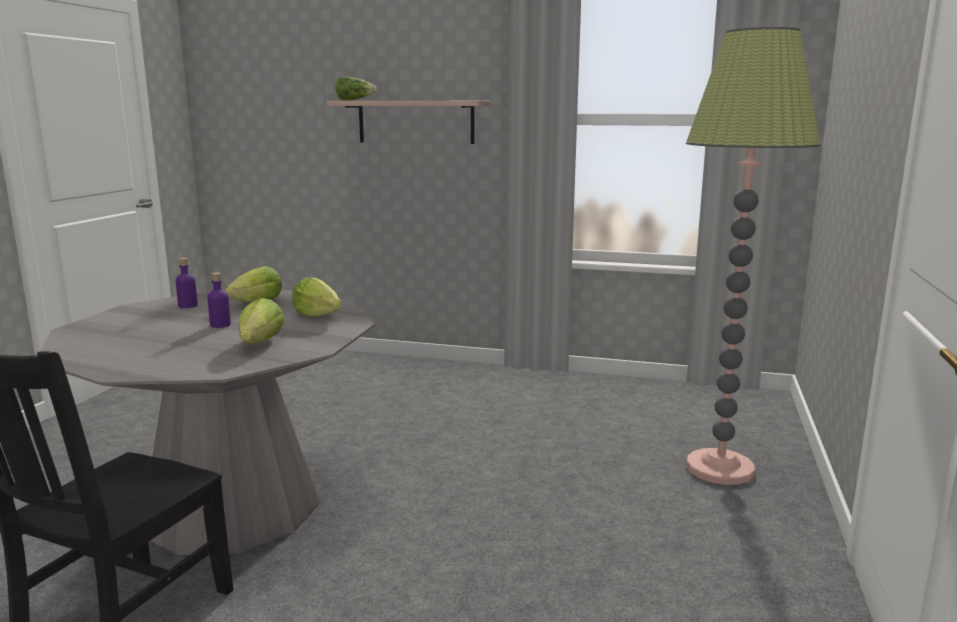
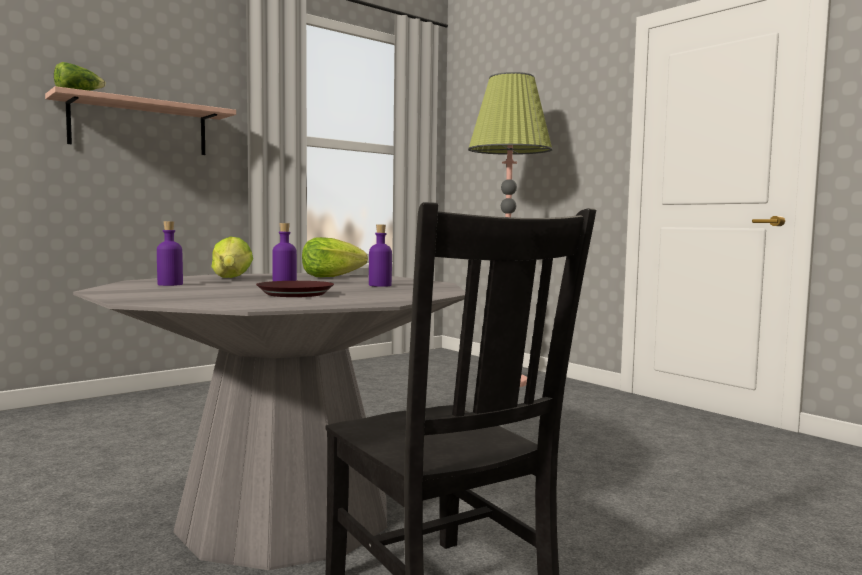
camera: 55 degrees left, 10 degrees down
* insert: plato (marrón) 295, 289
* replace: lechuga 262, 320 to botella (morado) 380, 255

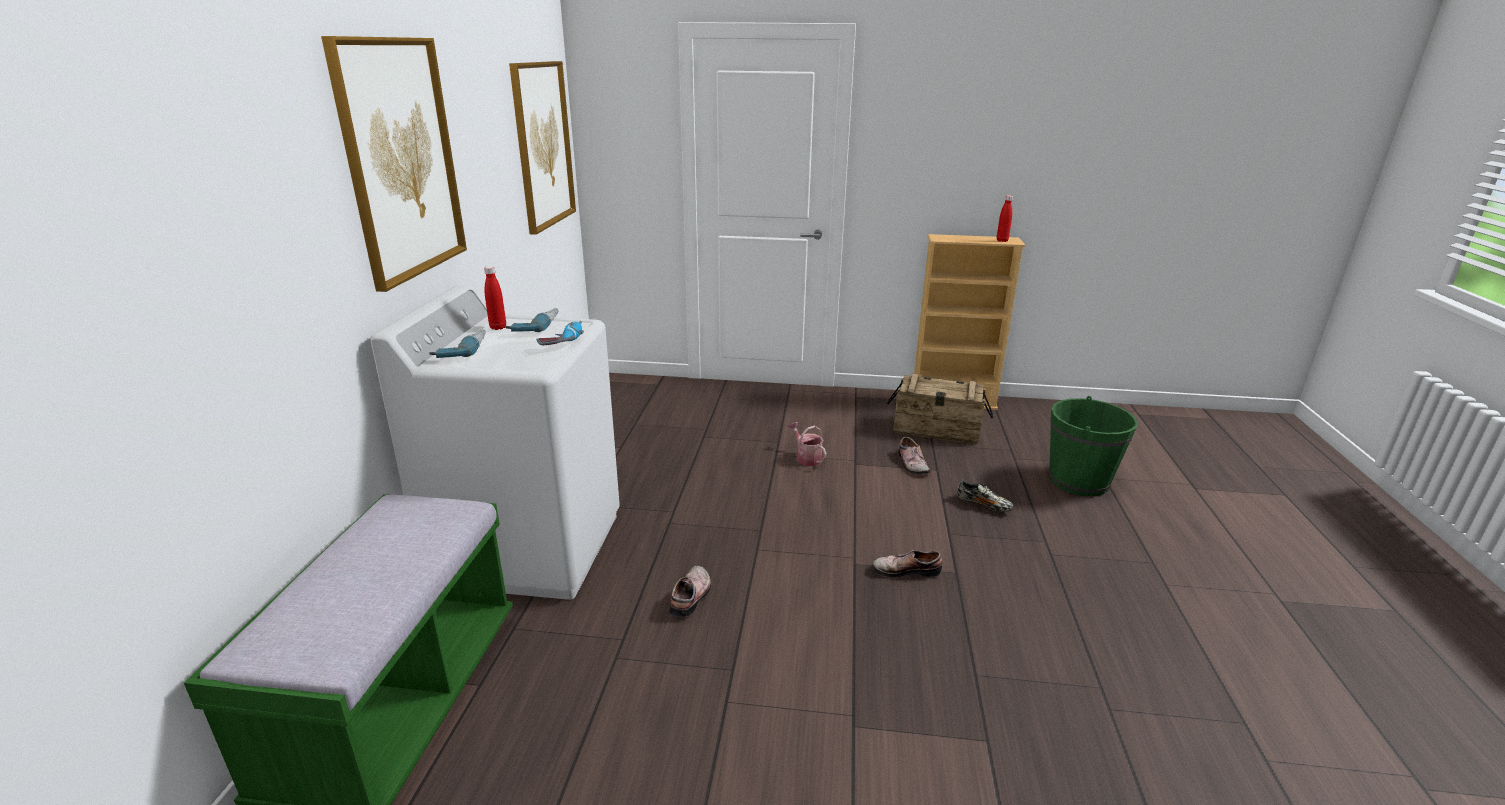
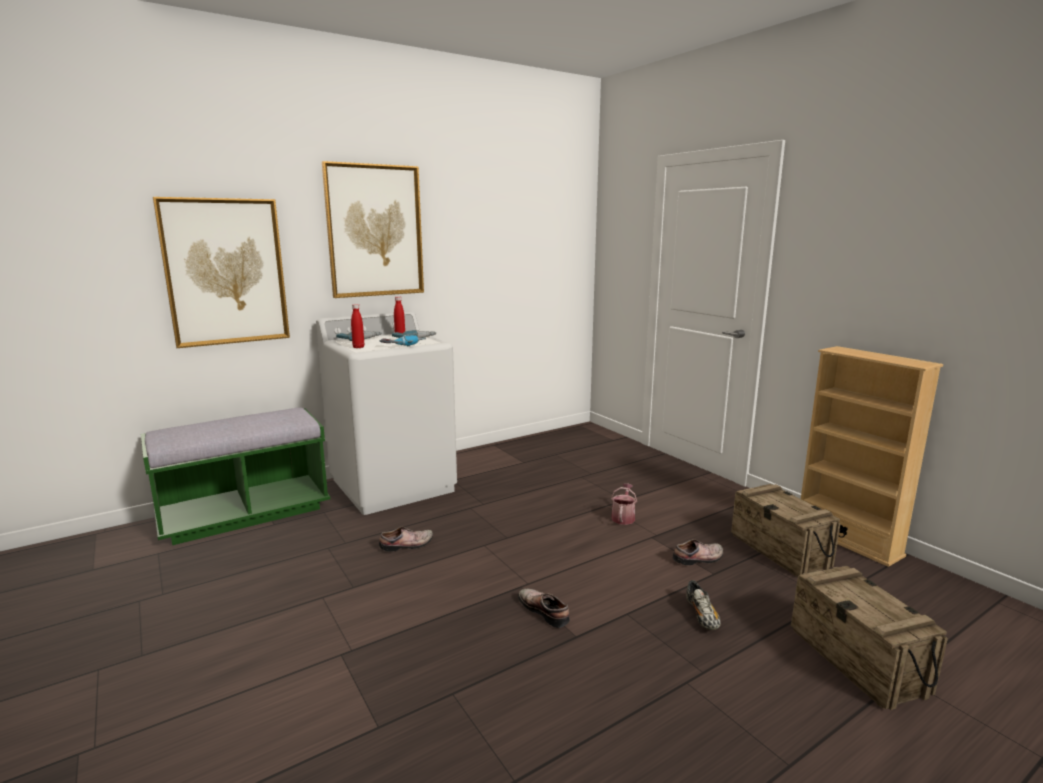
camera: 50 degrees right, 10 degrees down
* move: cuadro 542, 148 to 221, 272
* move: botella (rojo) 1005, 218 to 357, 326
* replace: cubo (verde) 1093, 446 to caja de embalaje 869, 638
* rotate: zapato 914, 455 = 698, 552 150 degrees counterclockwise

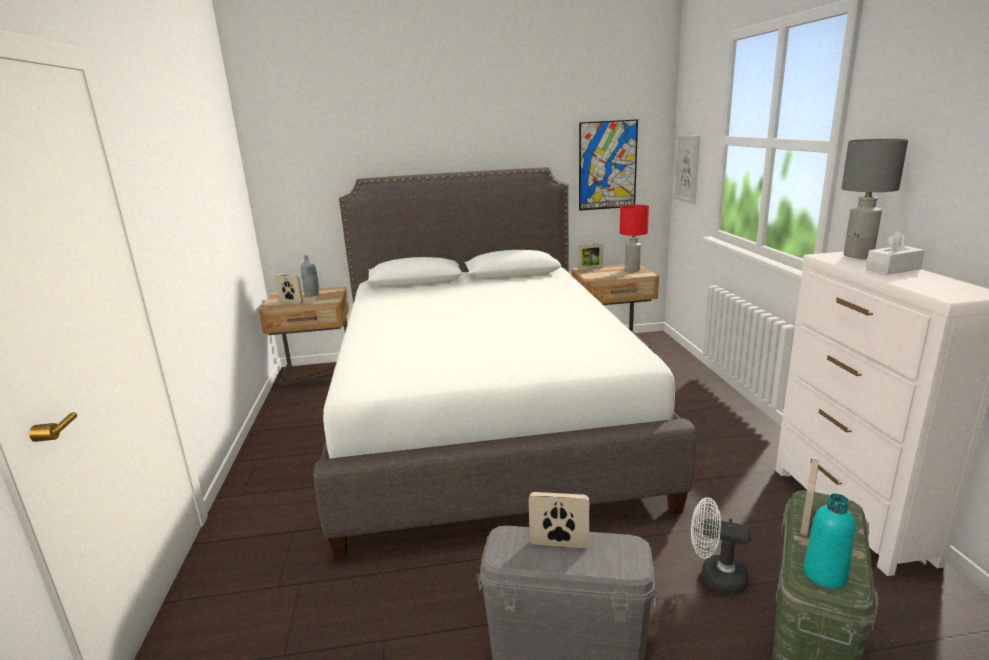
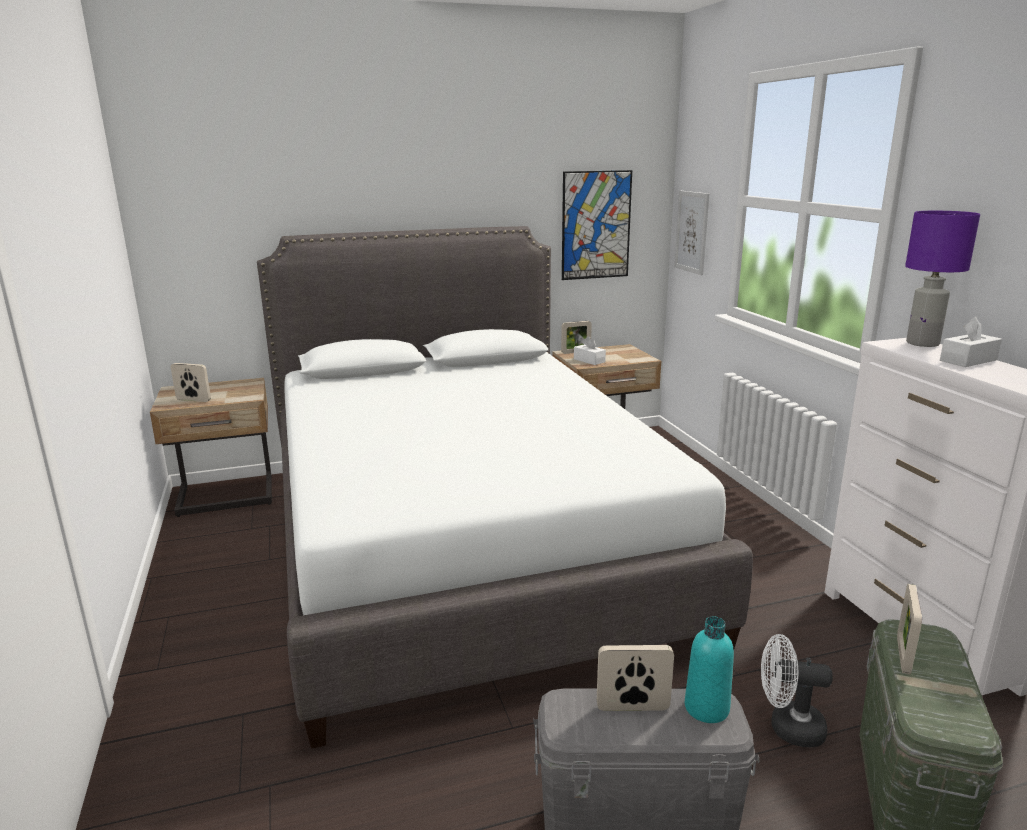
camera: 10 degrees left, 0 degrees up
* delete: botella (gris) 310, 276
* delete: lámpara de mesa (rojo) 634, 238
* insert: caja de pañuelos (blanco) 590, 350
* move: botella (turquesa) 830, 541 to 709, 669
* recolor: lámpara de mesa (gris) 874, 199 to lámpara de mesa (morado) 942, 279

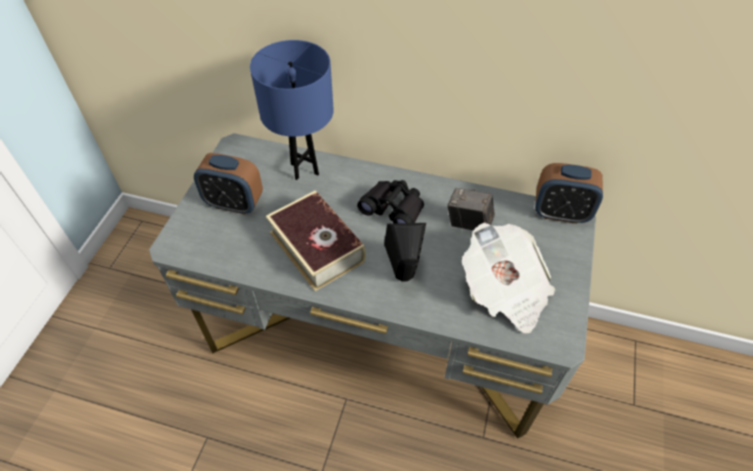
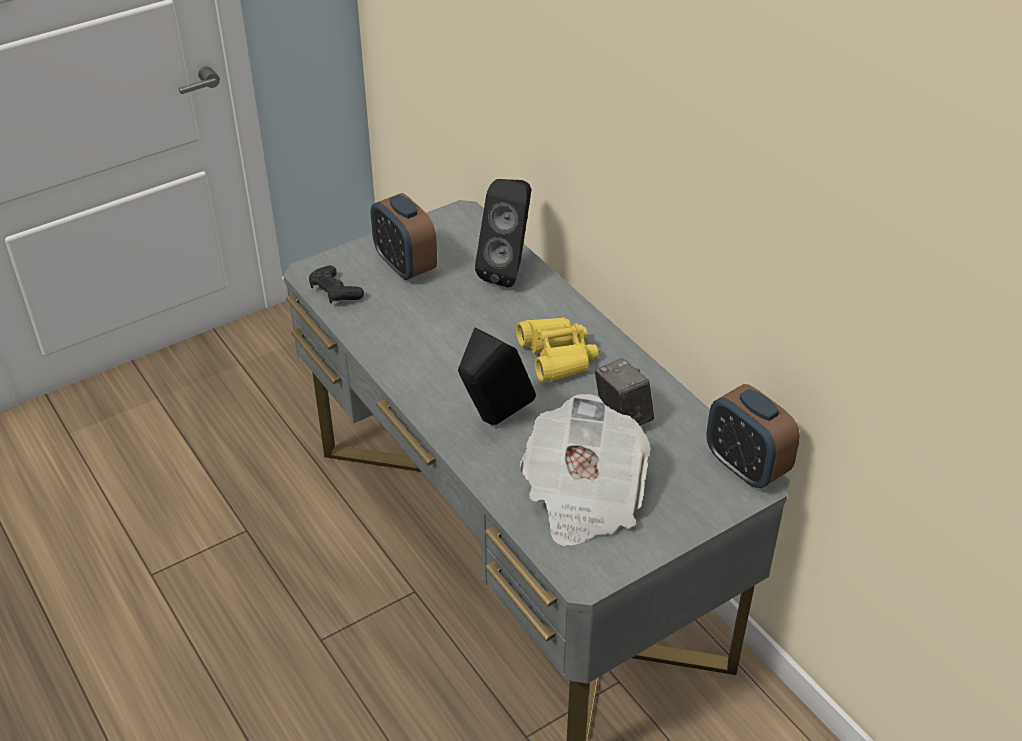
camera: 40 degrees right, 10 degrees down
* delete: libro 316, 240
* insert: mando de consola (negro) 336, 284
* replace: lámpara de mesa (azul) 292, 110 to altavoz (negro) 503, 233
* recolor: prismáticos (negro) 390, 201 to prismáticos (amarillo) 557, 349

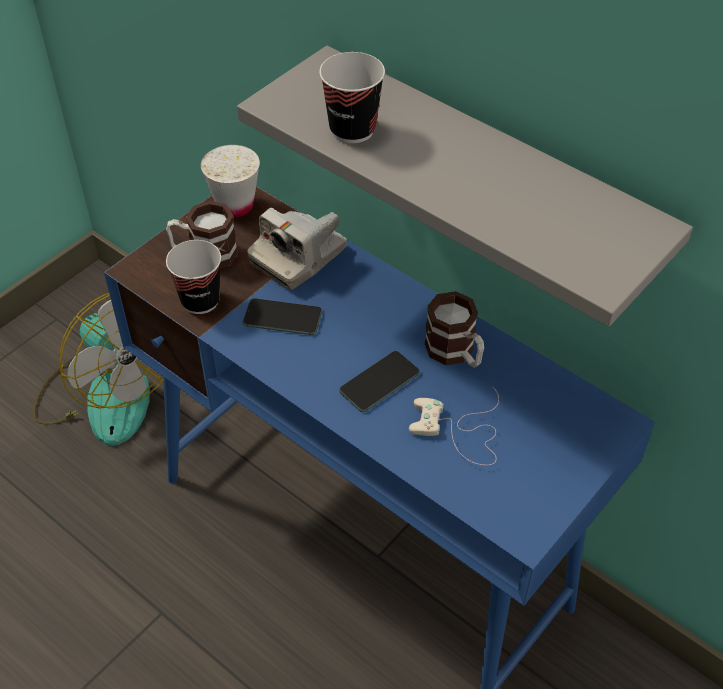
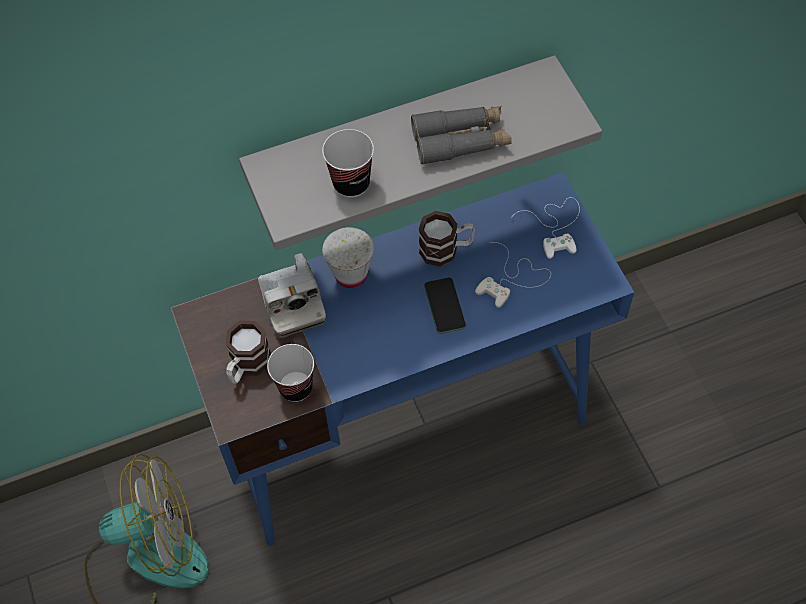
camera: 60 degrees left, 10 degrees up
* delete: móvil 282, 316
* insert: prismáticos (gris) 461, 135
* insert: mando de consola (blanco) 545, 228
* move: taza (blanco) 230, 181 to 348, 257

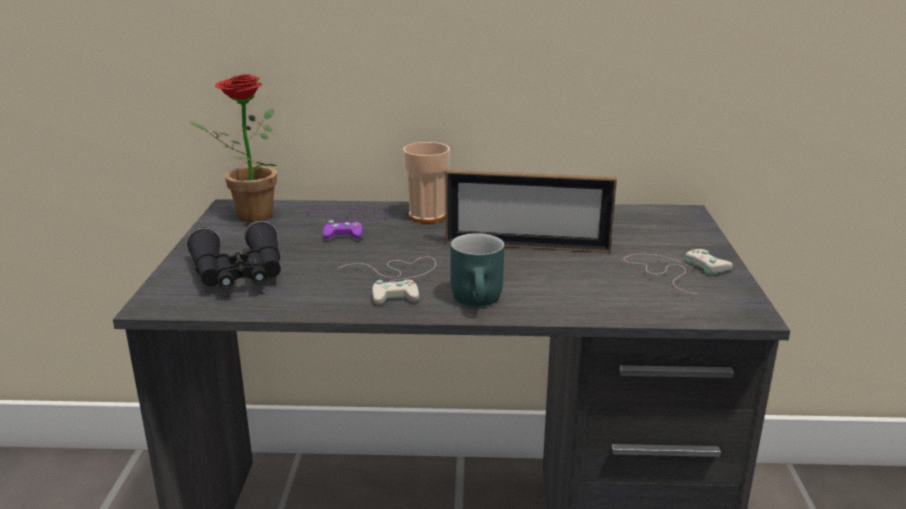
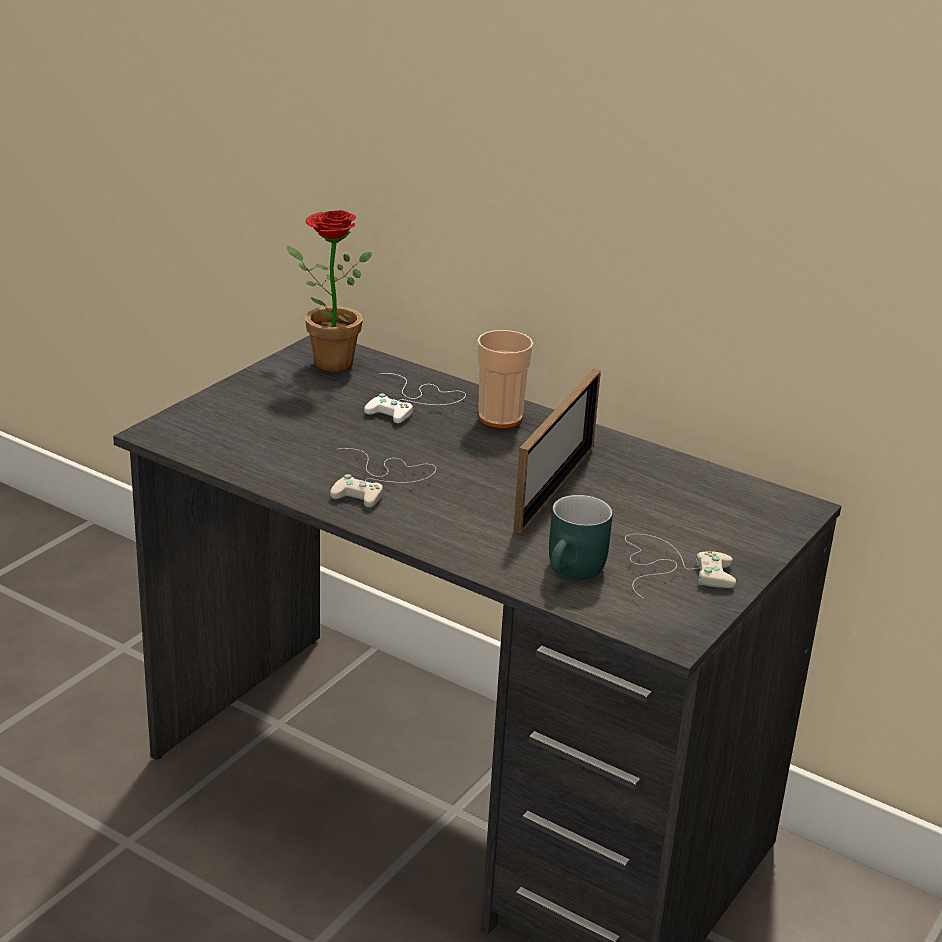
camera: 30 degrees right, 5 degrees up
* delete: prismáticos (negro) 233, 254
* move: taza grande (turquesa) 477, 270 to 581, 537
* recolor: mando de consola (morado) 346, 223 to mando de consola (blanco) 415, 398
* rotate: portarretratos 531, 211 = 557, 451 105 degrees counterclockwise

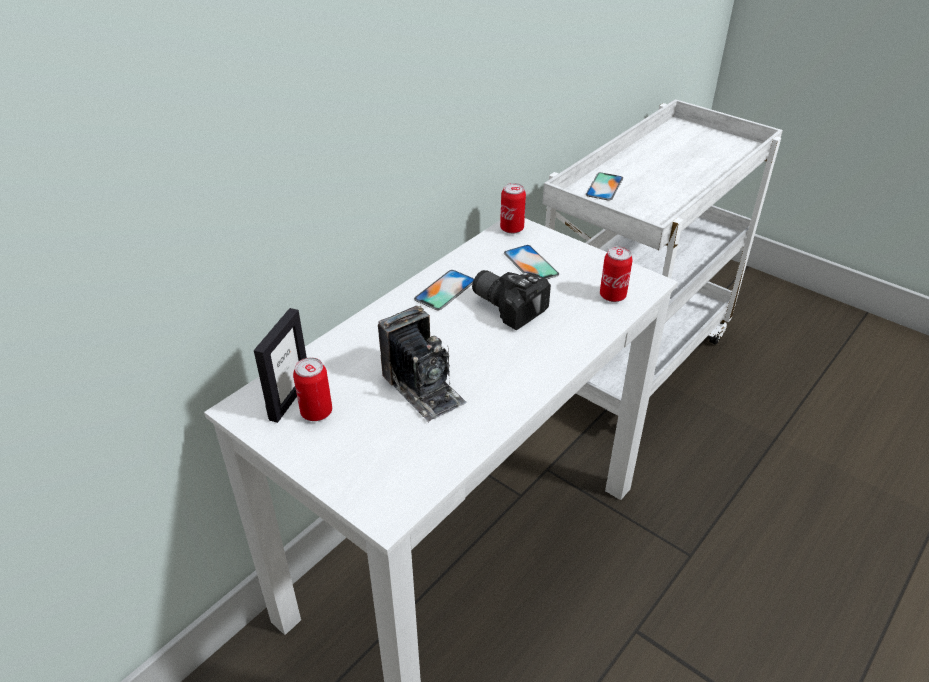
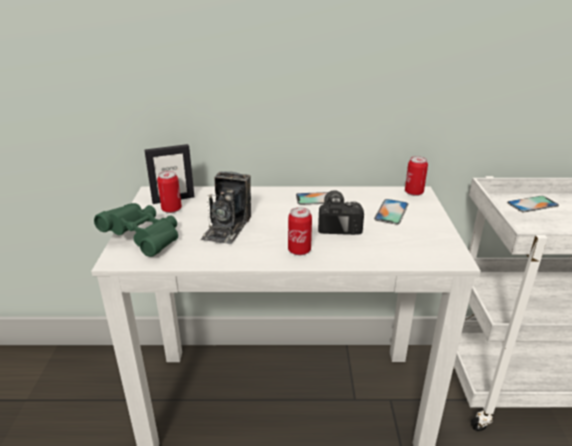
camera: 50 degrees right, 10 degrees down
* insert: prismáticos (verde) 136, 230
* move: lata 616, 274 to 300, 231

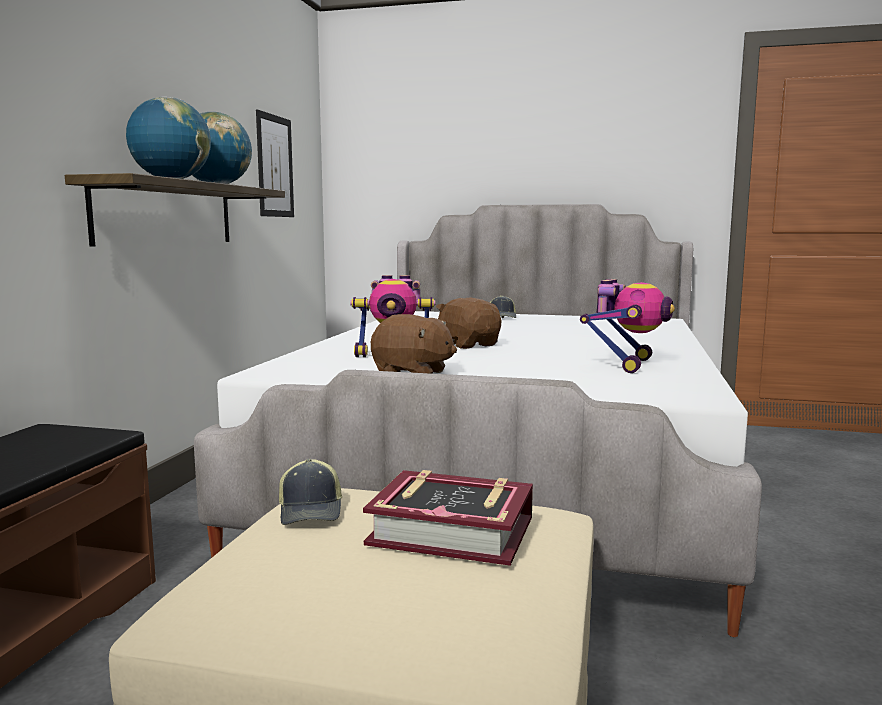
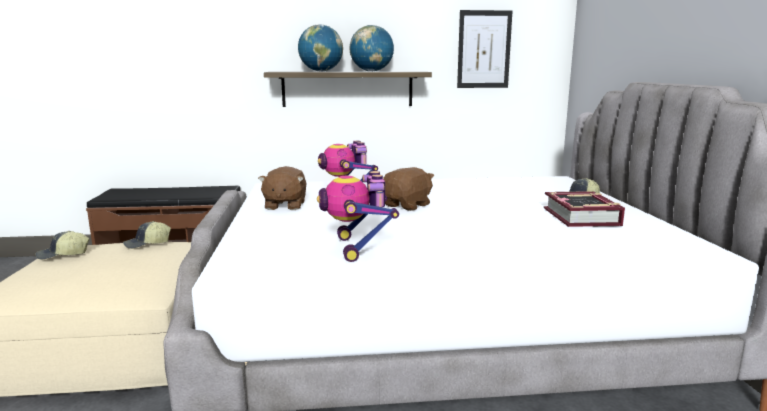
camera: 70 degrees right, 5 degrees up
* insert: gorra 62, 245
* move: libro 448, 518 to 584, 209
* rotate: robot de juguete 627, 326 = 358, 216 75 degrees clockwise

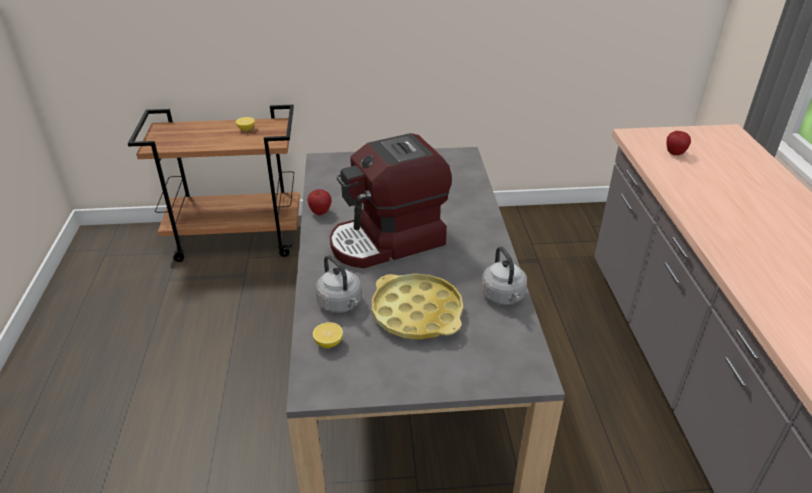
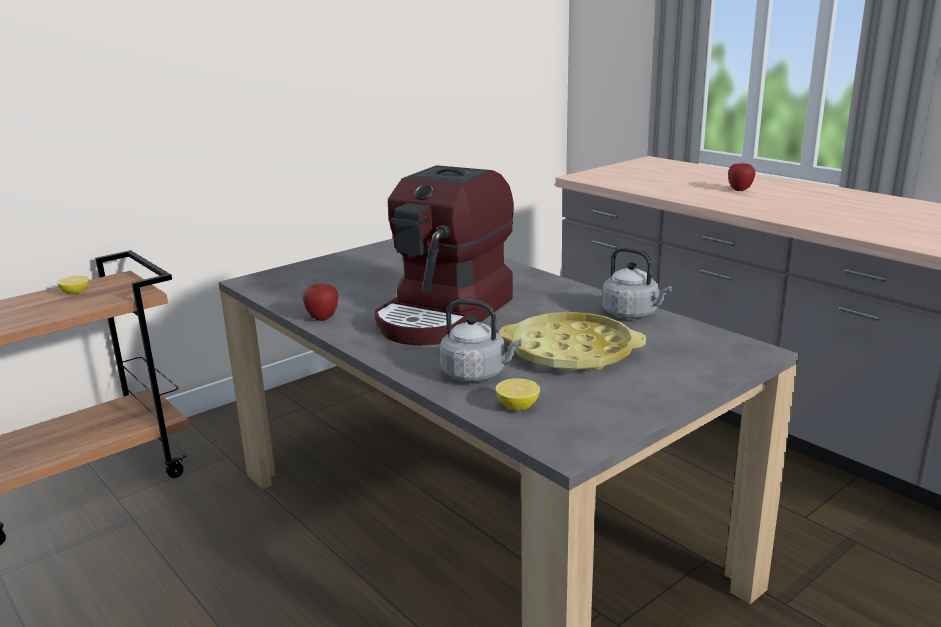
camera: 35 degrees left, 15 degrees down
* move: manzana 679, 143 to 742, 177

